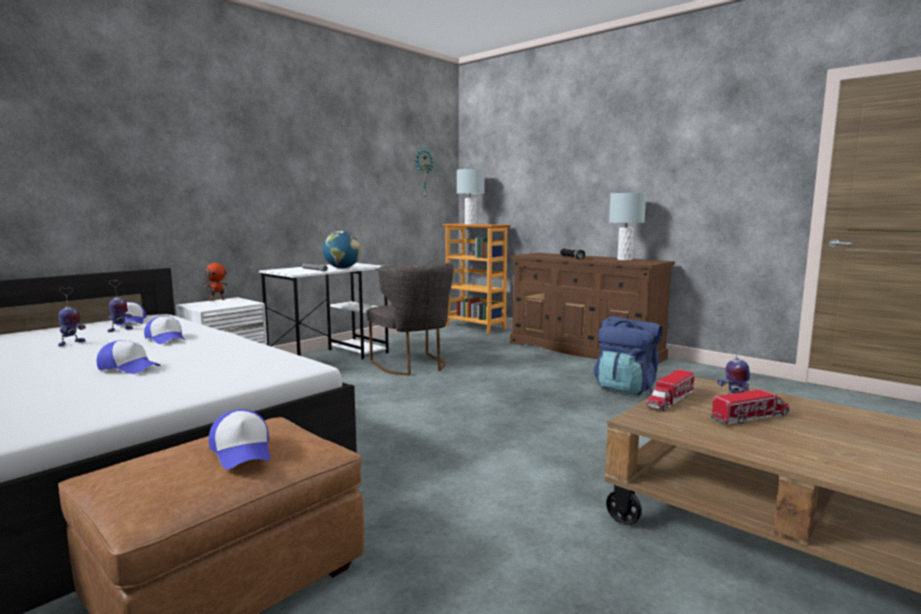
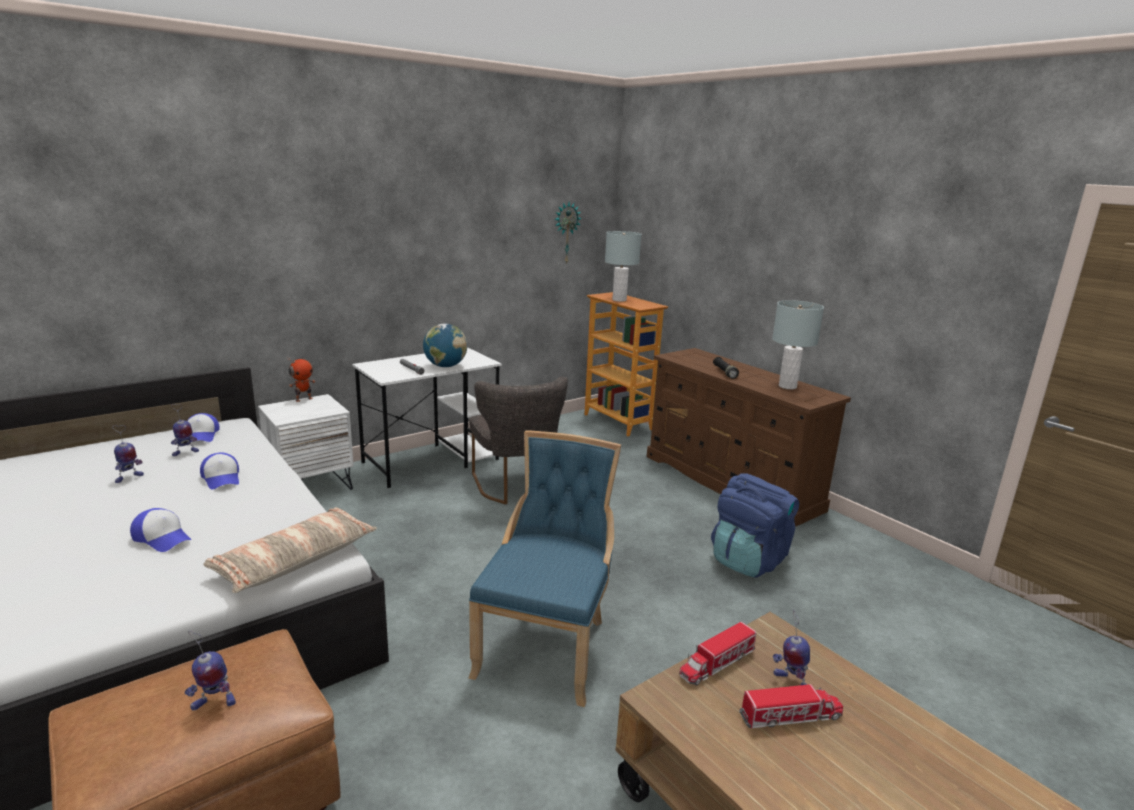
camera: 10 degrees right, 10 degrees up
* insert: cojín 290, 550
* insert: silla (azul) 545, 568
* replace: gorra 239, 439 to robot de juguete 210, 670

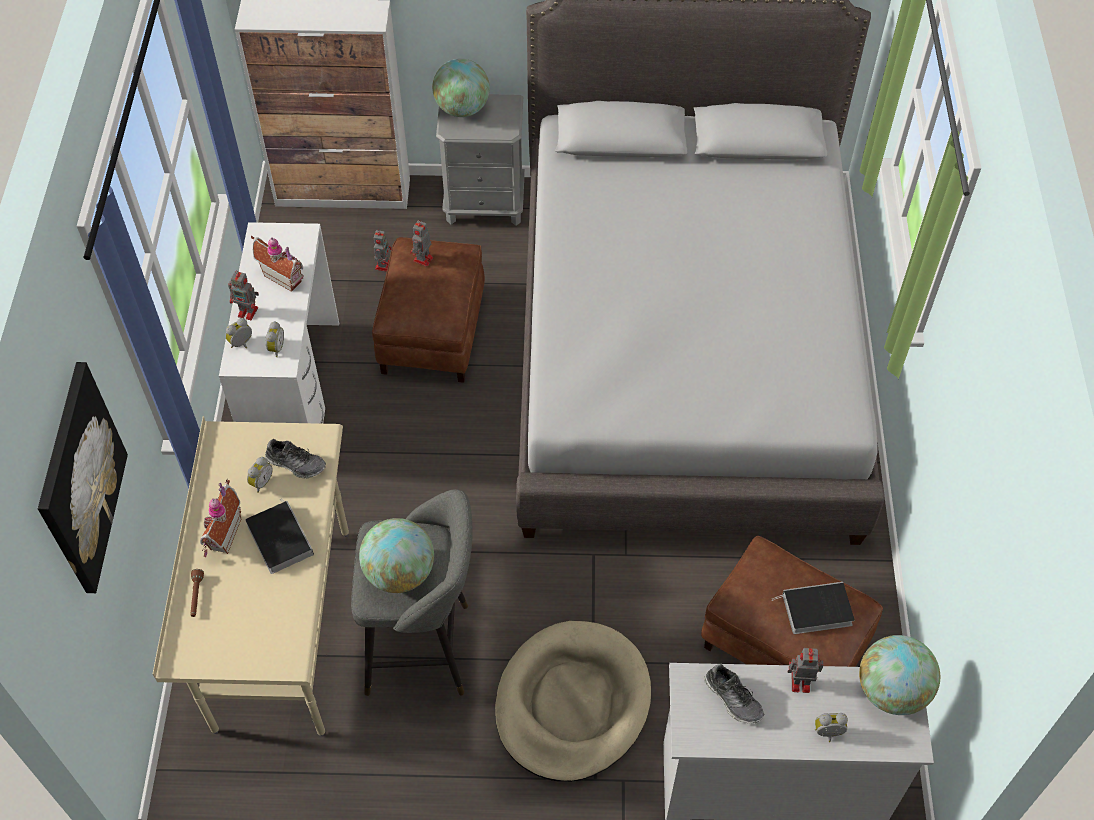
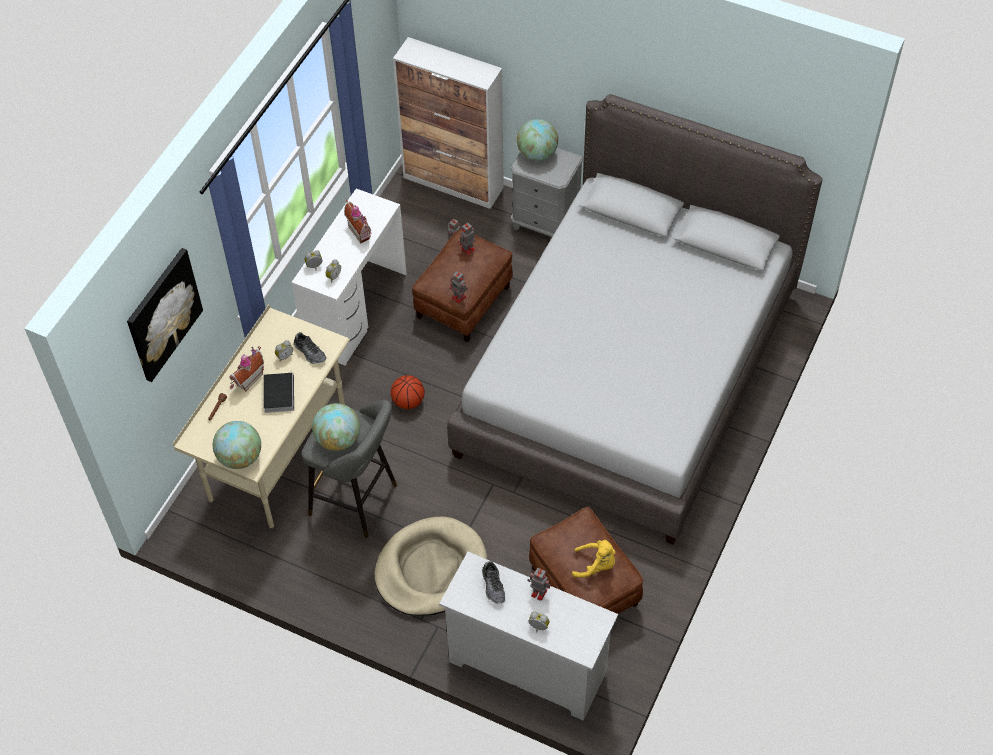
camera: 25 degrees right, 0 degrees up
* insert: balón de baloncesto 407, 392
* move: robot de juguete 243, 295 to 458, 287
* move: globo terráqueo 899, 675 to 237, 445
* replace: libro 813, 608 to peluche (amarillo) 594, 558

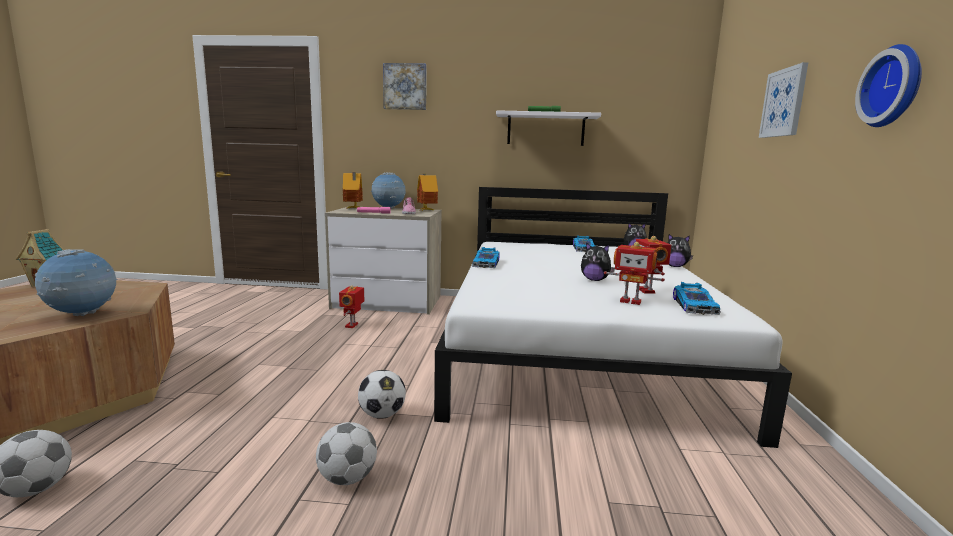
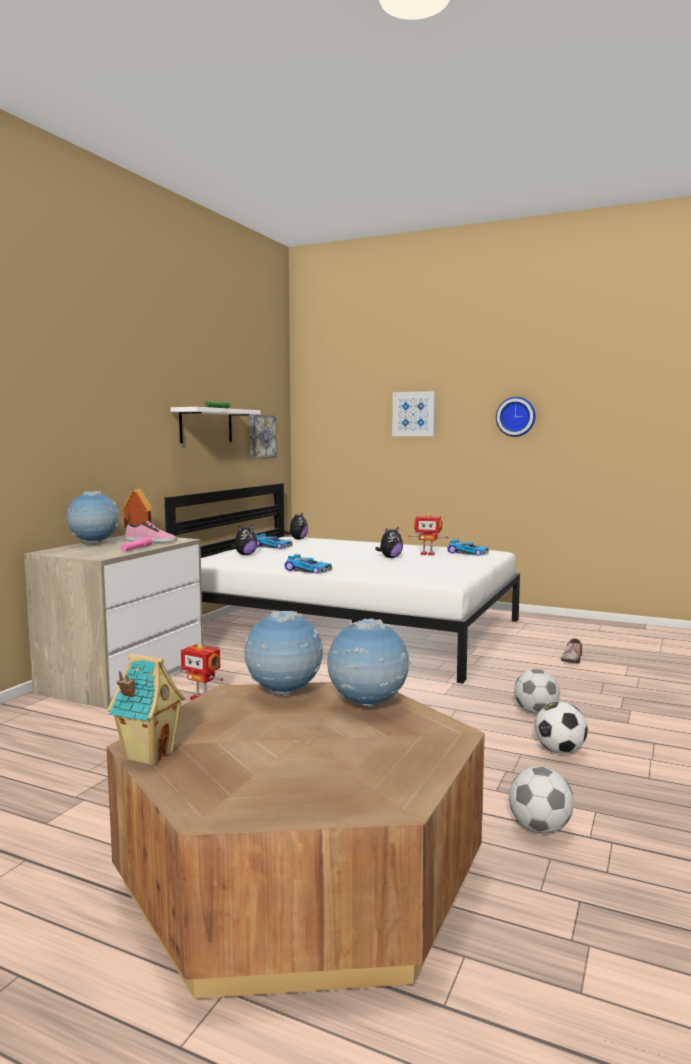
camera: 70 degrees left, 5 degrees down
* delete: casita 353, 190
* delete: robot de juguete 634, 273
* insert: globo terráqueo 283, 652
* insert: zapato 571, 651
* move: balón de fútbol 382, 394 to 561, 728
* move: cuadro 405, 86 to 263, 437
* move: peluche 680, 250 to 244, 540

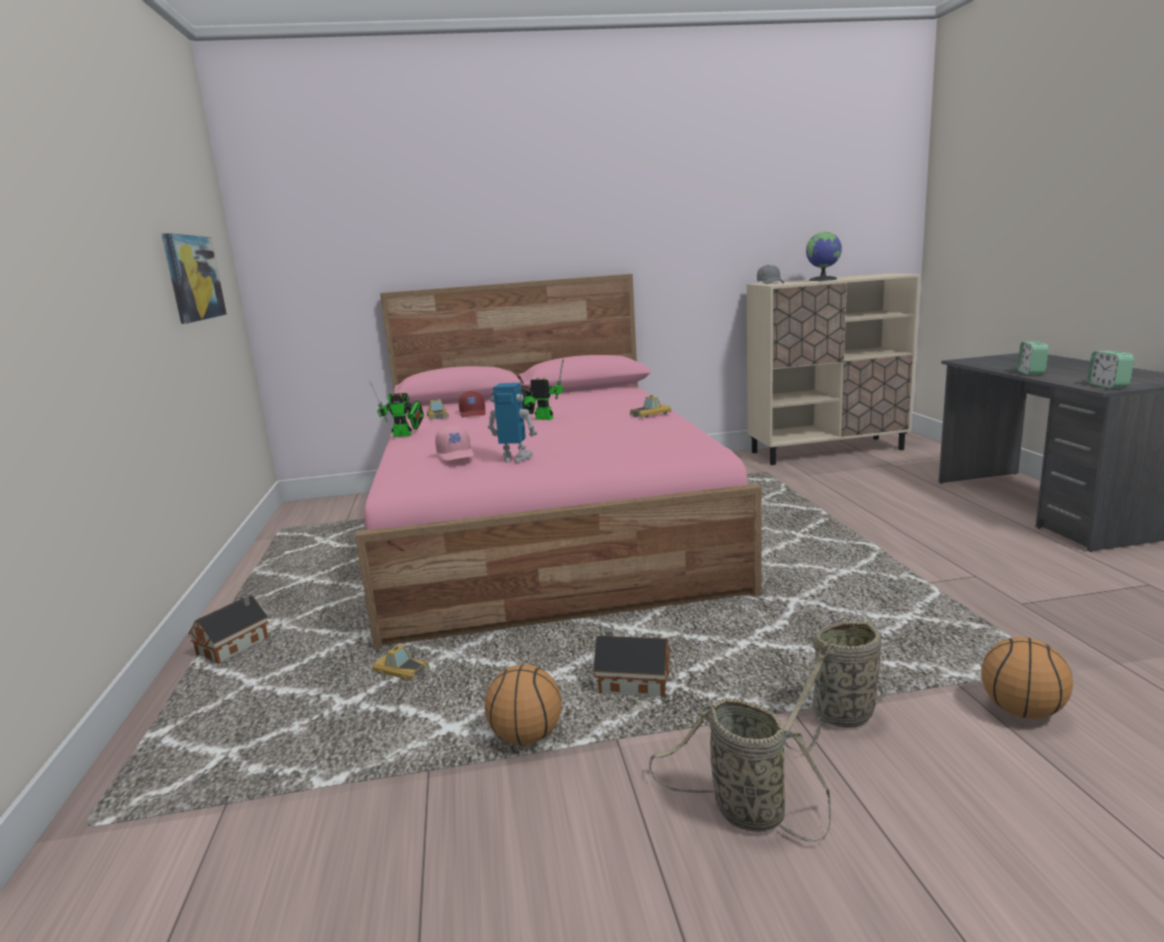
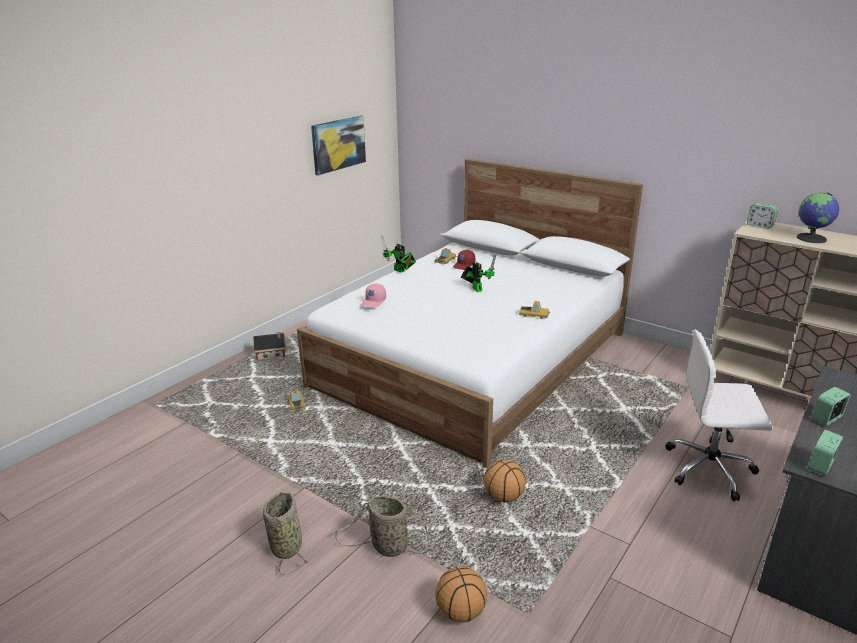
camera: 45 degrees right, 10 degrees up
* delete: robot de juguete 512, 422
* delete: casita 631, 662
* insert: silla de oficina (blanco) 719, 415
* move: balón de baloncesto 523, 704 to 505, 480
* replace: gorra (gris) 770, 274 to despertador 762, 216
* recolor: cama (rosa) 558, 462 to cama (blanco) 470, 313

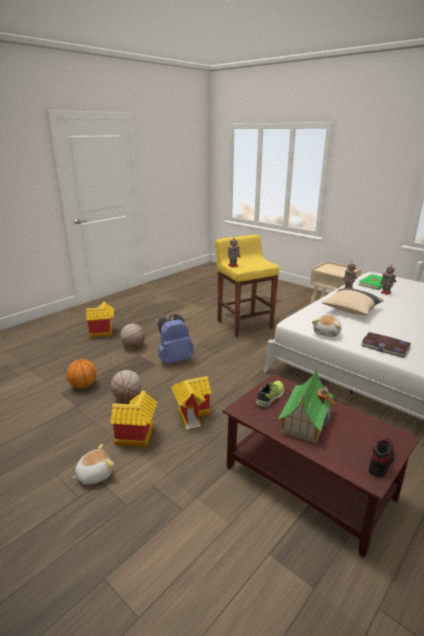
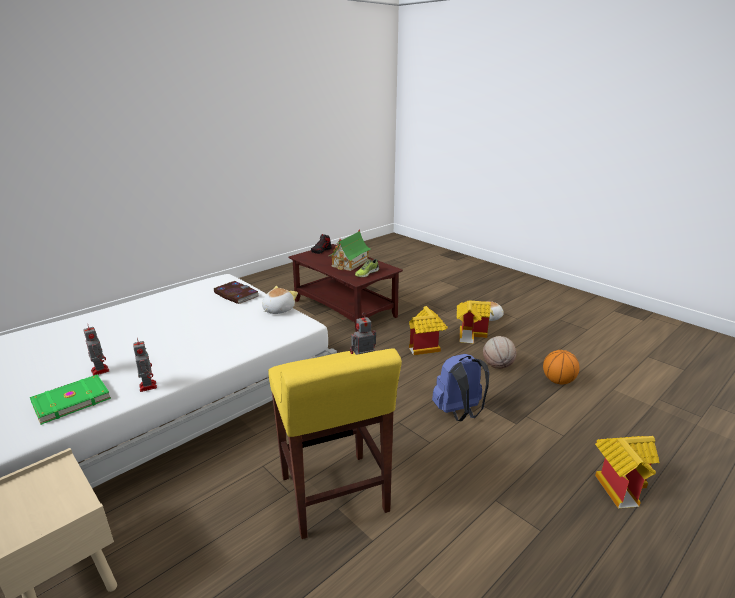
camera: 175 degrees left, 0 degrees up
* delete: balón de baloncesto 132, 336
* delete: cojín (beis) 352, 301

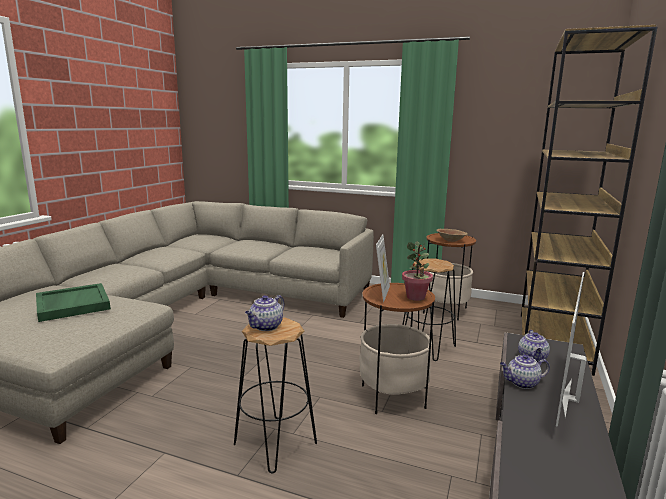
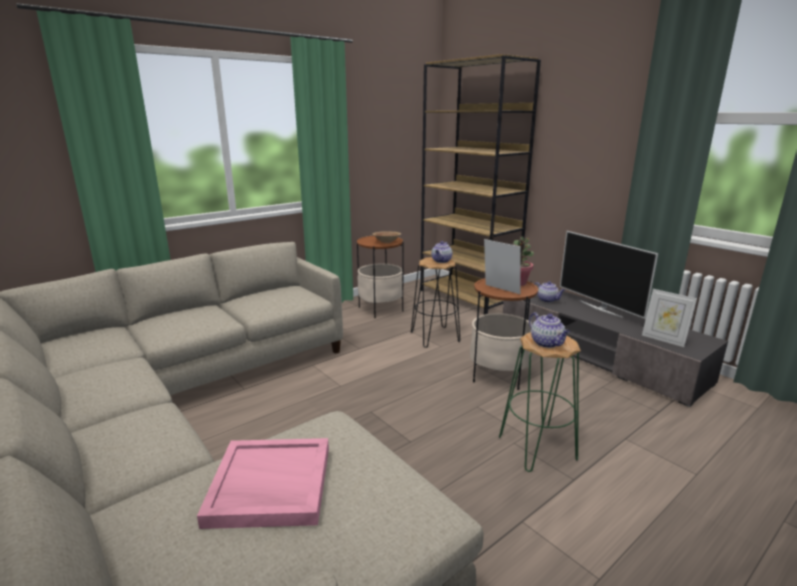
camera: 60 degrees left, 5 degrees up
* insert: portarretratos 669, 318
* move: tetera 525, 371 to 441, 252
* recolor: bandeja (verde) 73, 302 to bandeja (rosa) 263, 483
* recolor: taburete (negro) 275, 395 to taburete (verde) 540, 402

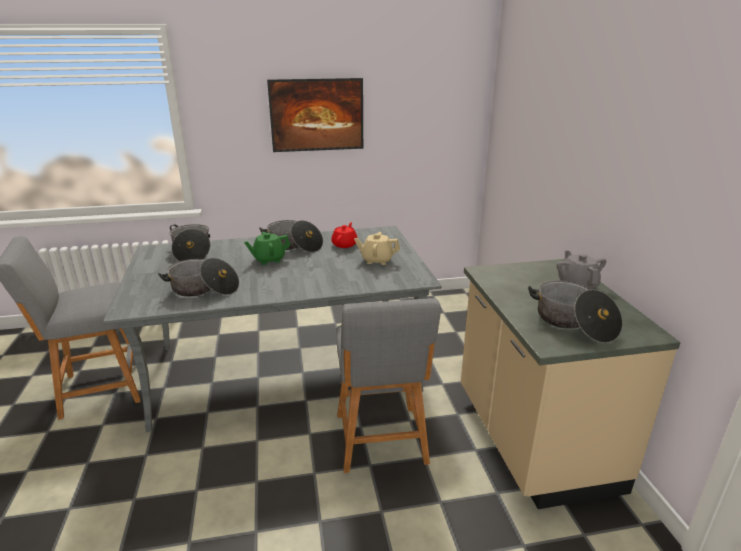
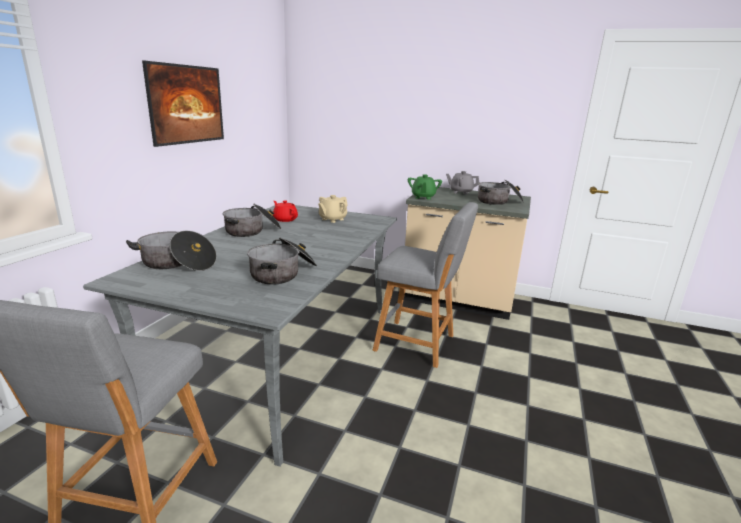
camera: 60 degrees left, 5 degrees down
* move: tetera (verde) 267, 248 to 425, 187

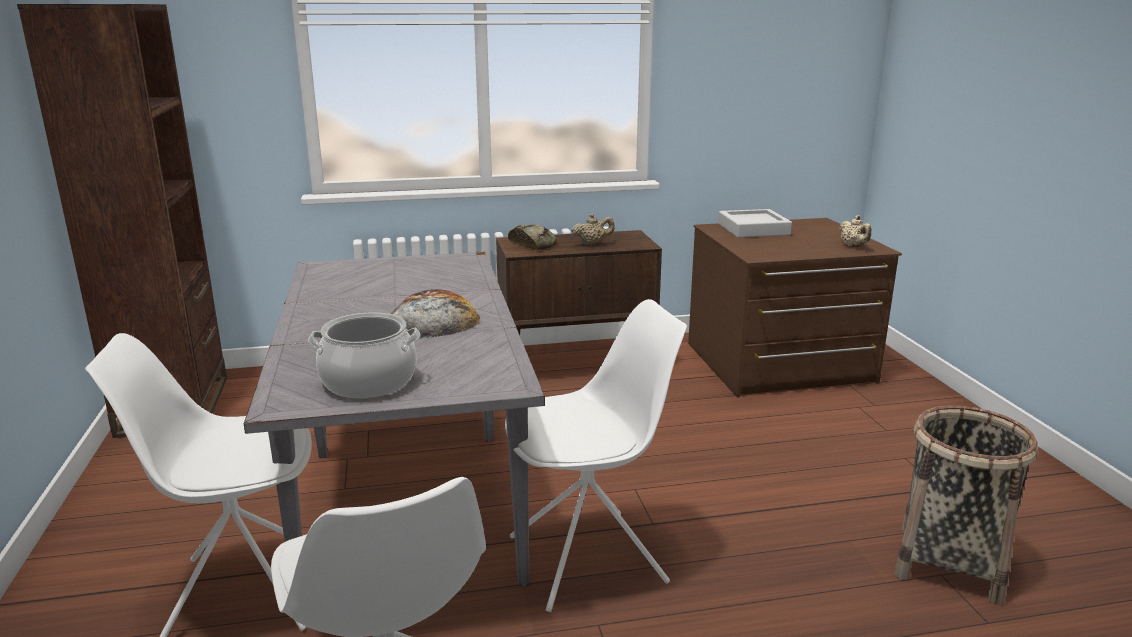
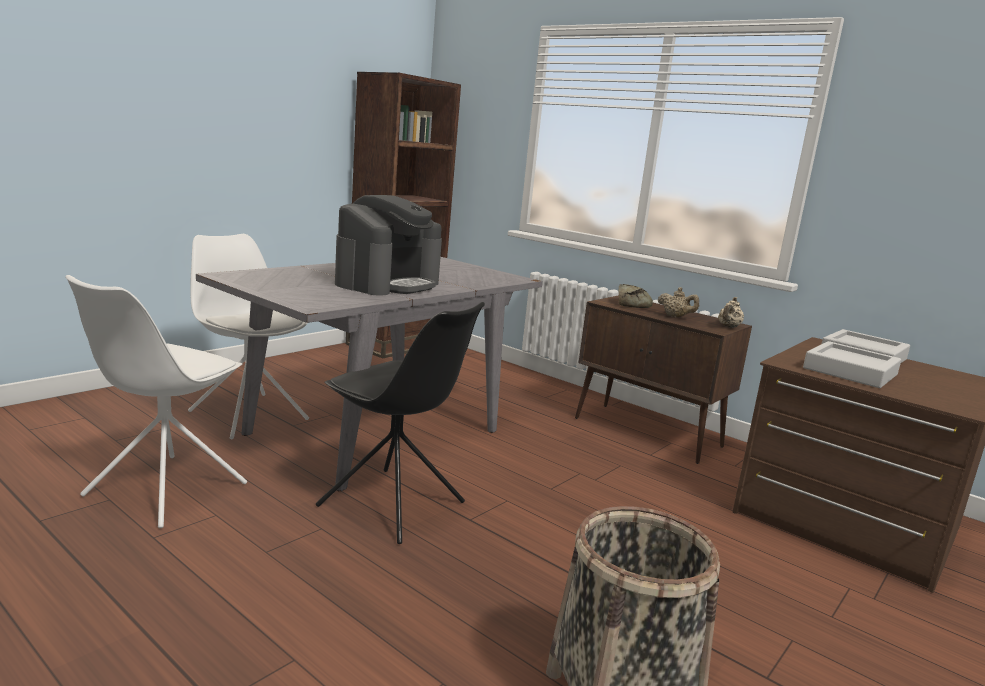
camera: 50 degrees right, 5 degrees down
* delete: olla 364, 355
* insert: bandeja (gris) 852, 364
* move: tetera (beis) 855, 231 to 731, 312
* replace: pan 435, 313 to cafetera 388, 245
* recolor: silla (blanco) 596, 455 to silla (negro) 400, 423

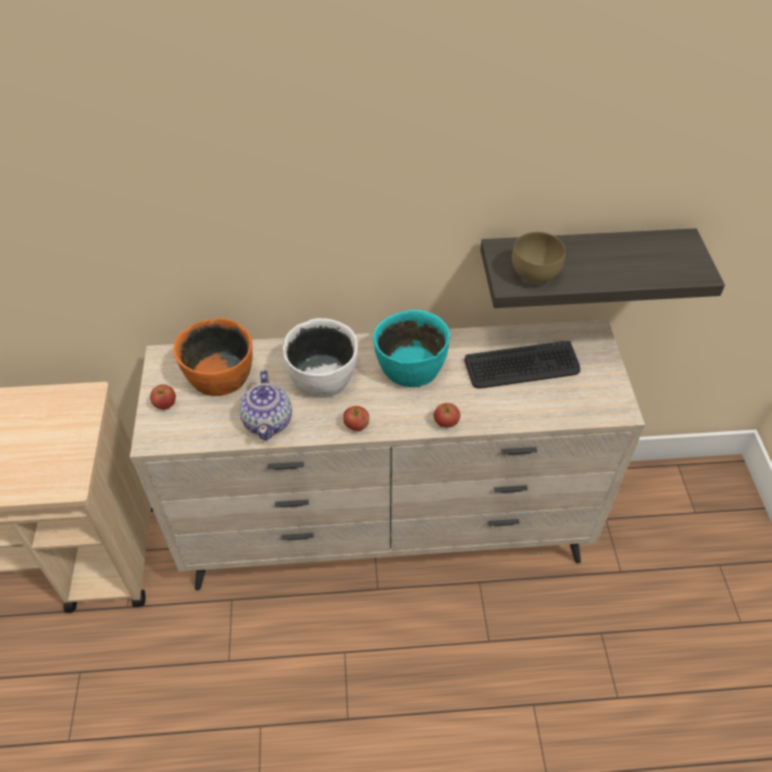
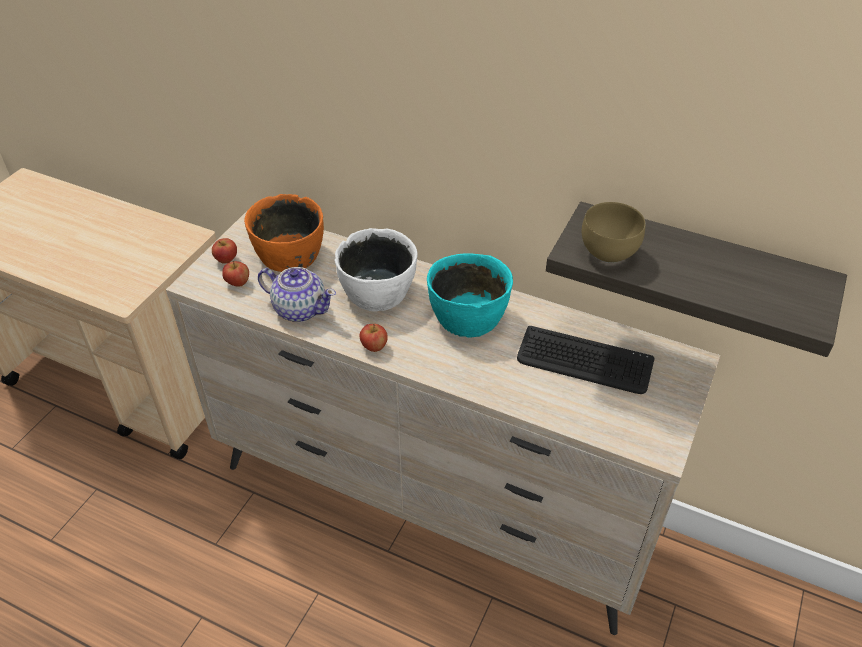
camera: 30 degrees right, 5 degrees down
* move: manzana 447, 415 to 235, 274
* rotate: tetera 265, 405 = 297, 294 90 degrees counterclockwise

